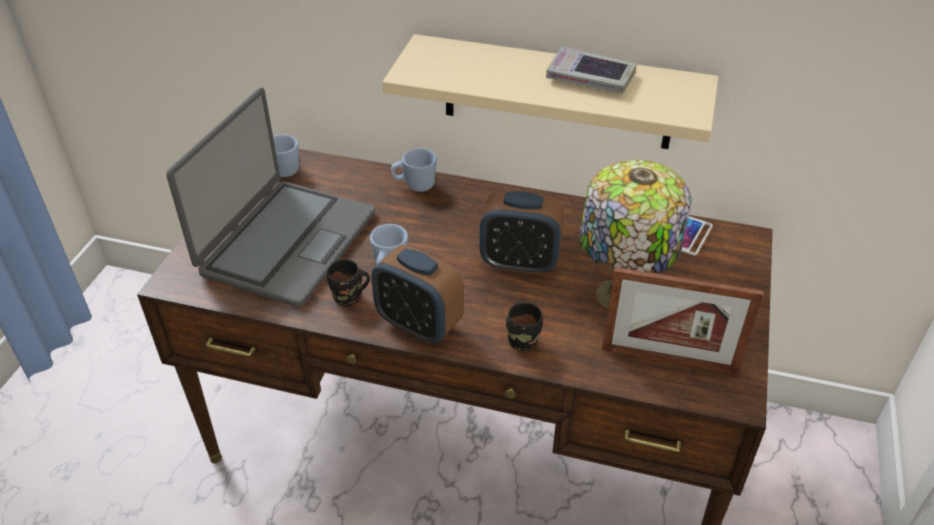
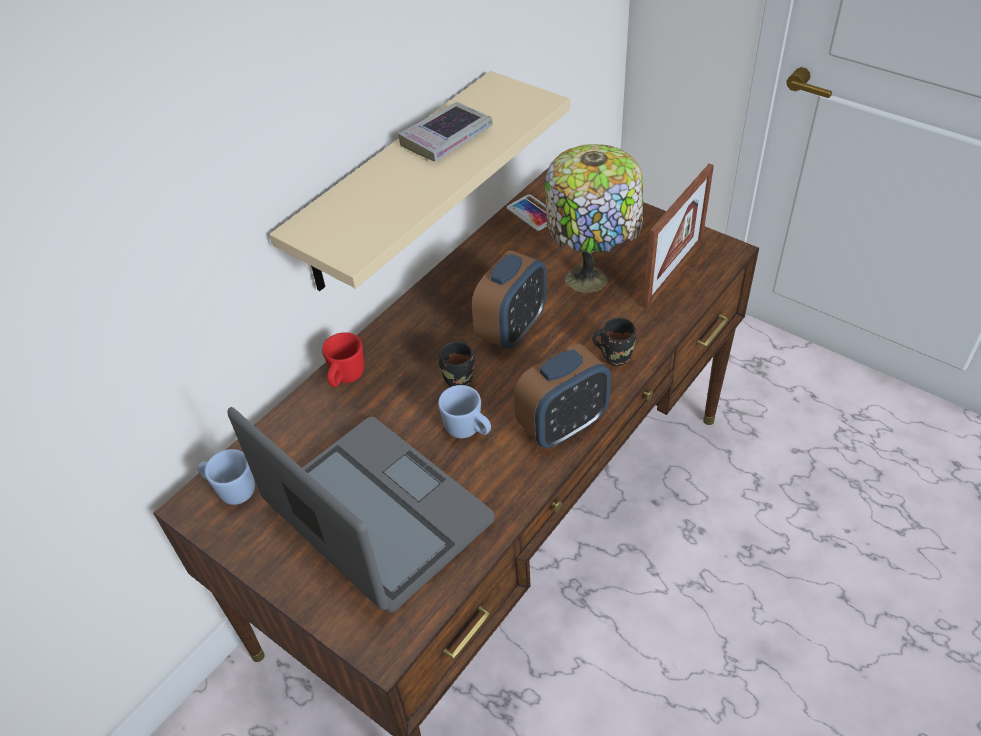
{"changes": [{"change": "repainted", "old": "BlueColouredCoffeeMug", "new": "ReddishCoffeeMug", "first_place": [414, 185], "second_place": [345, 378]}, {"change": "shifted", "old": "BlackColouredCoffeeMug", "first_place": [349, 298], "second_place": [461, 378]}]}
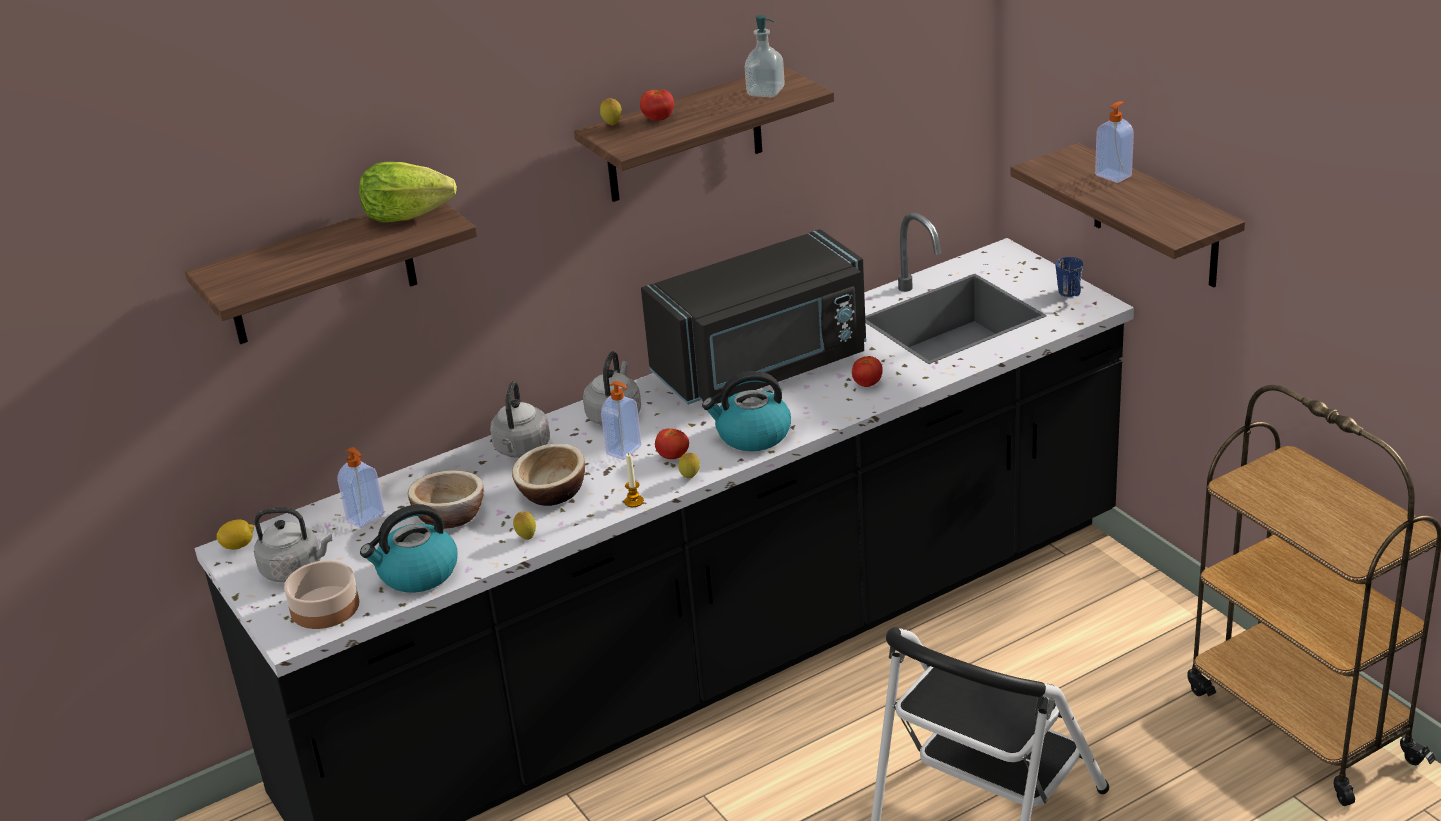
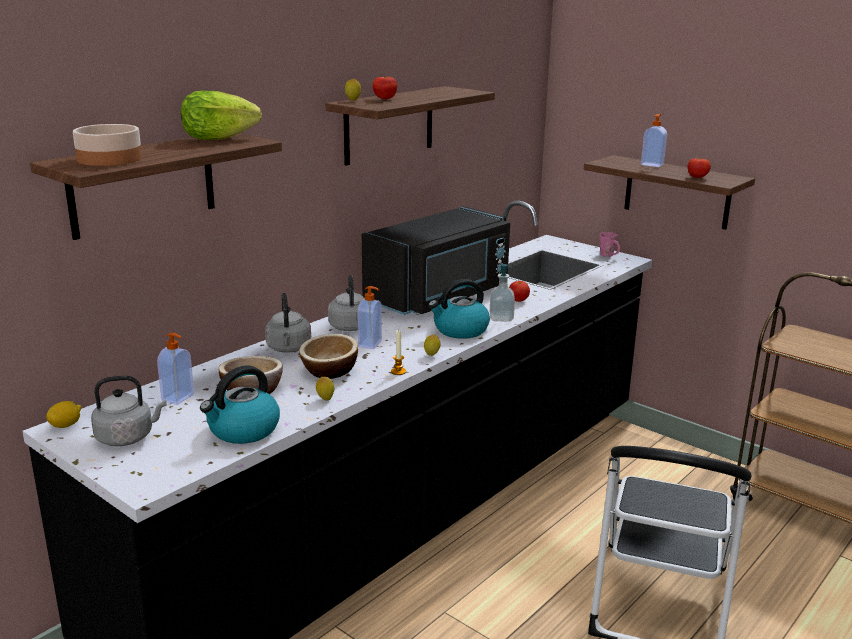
{"changes": [{"change": "shifted", "old": "SoapBottle", "first_place": [765, 92], "second_place": [501, 318]}, {"change": "repainted", "old": "BlueColouredCoffeeMug", "new": "PinkColouredCoffeeMug", "first_place": [1071, 295], "second_place": [609, 256]}, {"change": "shifted", "old": "FreshTomato", "first_place": [673, 457], "second_place": [697, 177]}, {"change": "shifted", "old": "ServingBowl", "first_place": [326, 607], "second_place": [110, 159]}]}
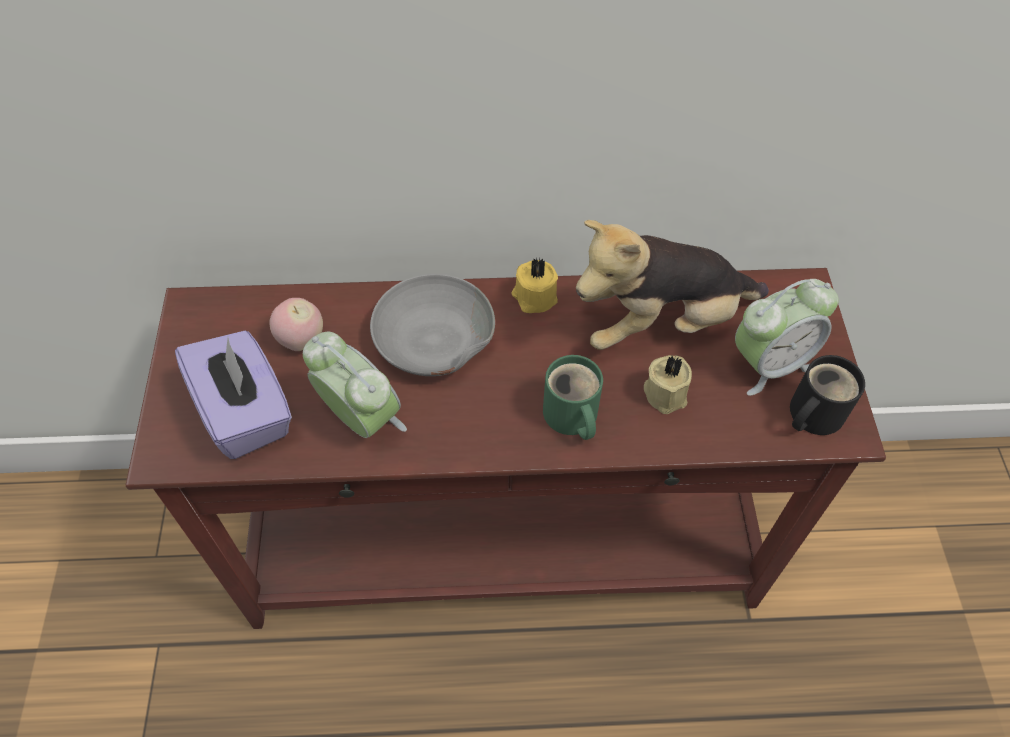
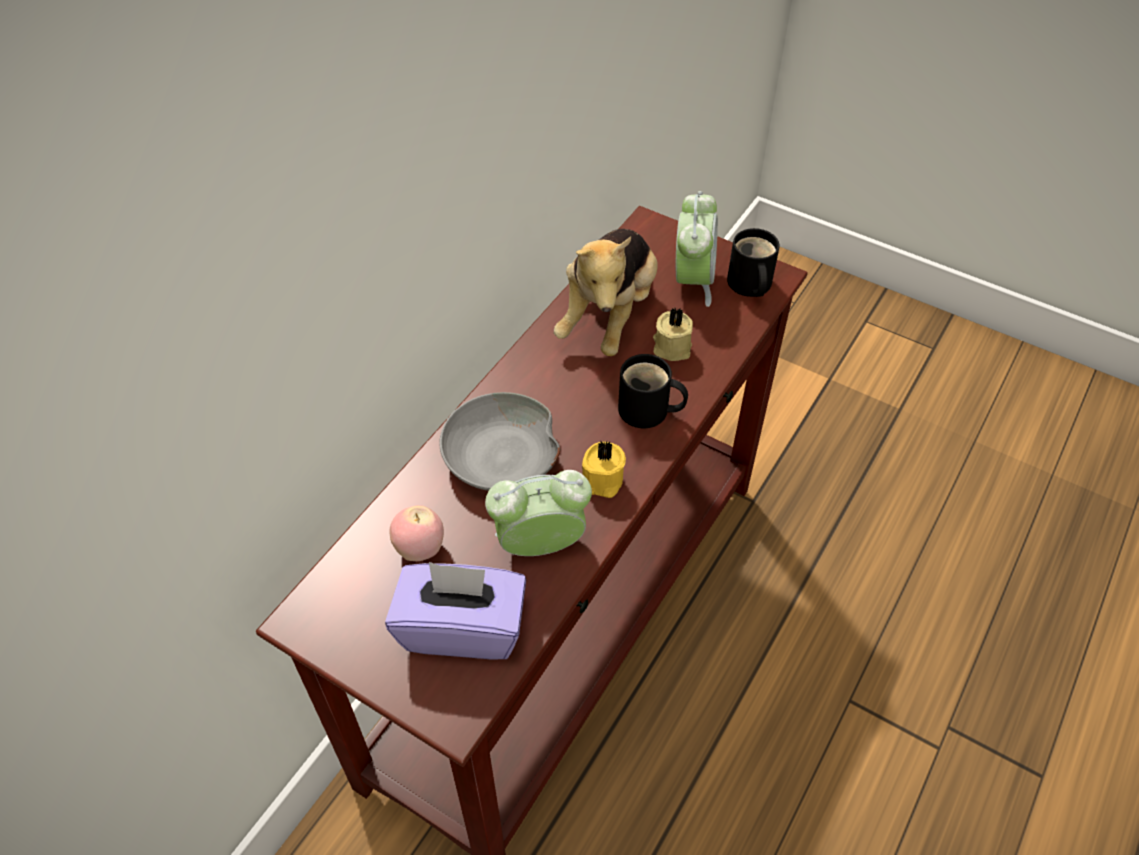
{"changes": [{"change": "shifted", "old": "YellowWaxCandle", "first_place": [534, 297], "second_place": [600, 481]}, {"change": "repainted", "old": "GreenishCoffeeMug", "new": "BlackColouredCoffeeMug", "first_place": [570, 417], "second_place": [647, 412]}]}
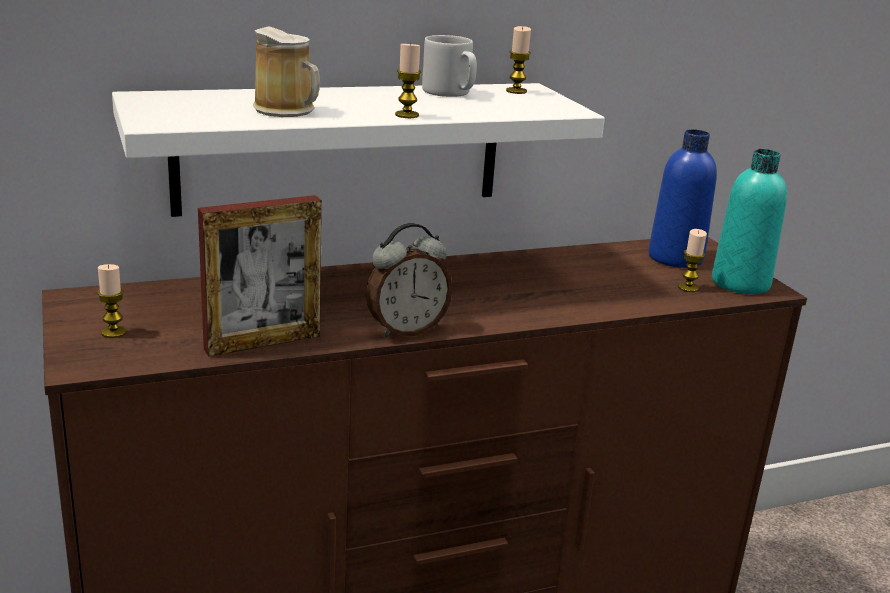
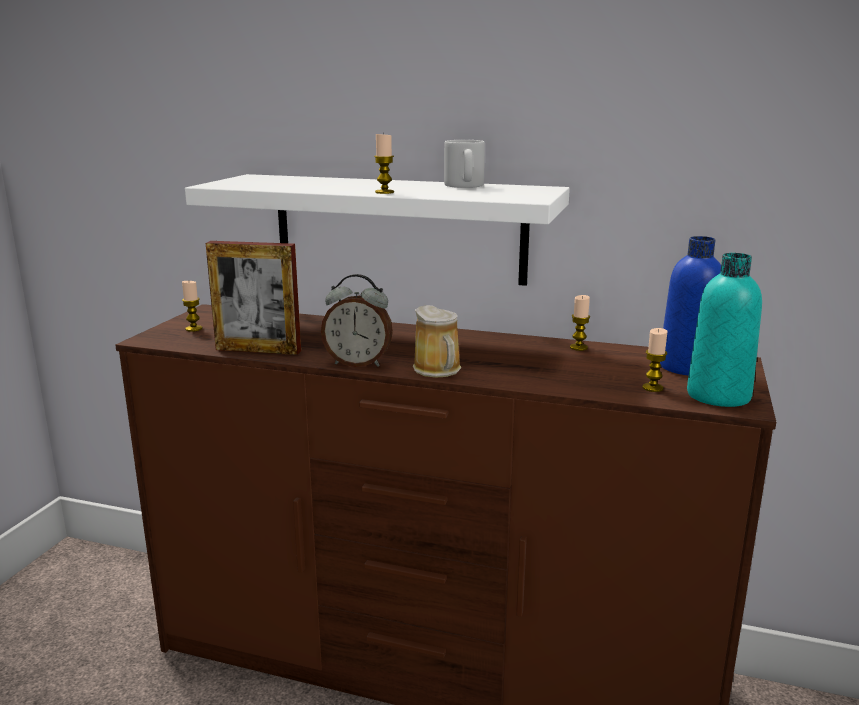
{"changes": [{"change": "shifted", "old": "CoffeeMug", "first_place": [287, 110], "second_place": [438, 370]}, {"change": "shifted", "old": "WaxCandle", "first_place": [516, 91], "second_place": [578, 347]}]}
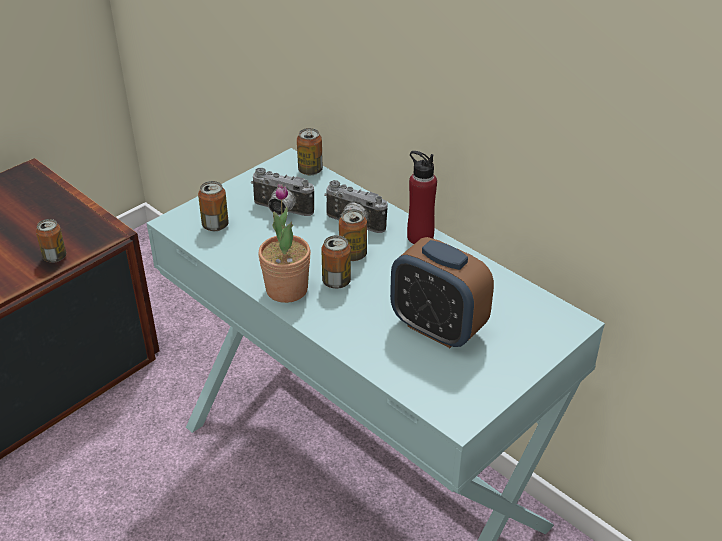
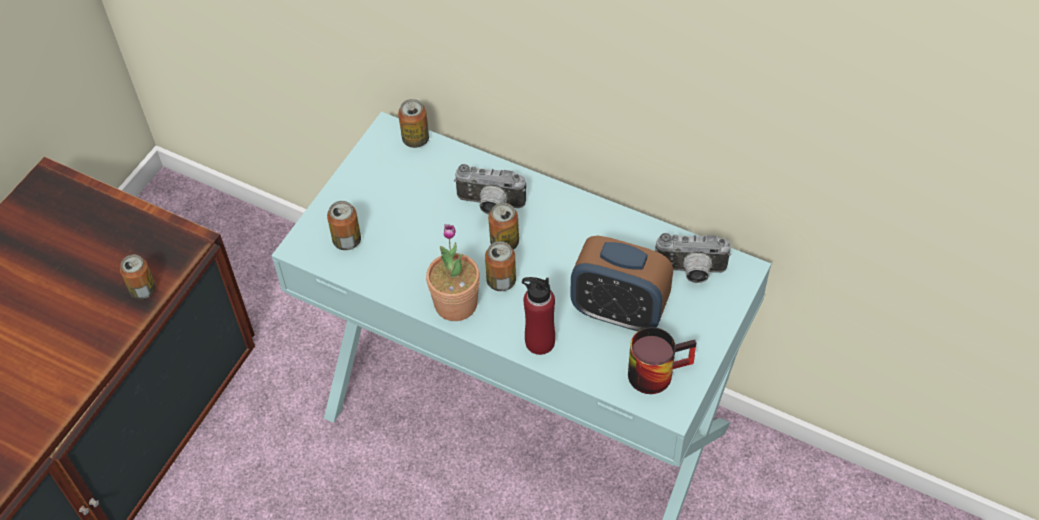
{"changes": [{"change": "shifted", "old": "ReddishBeverageBottle", "first_place": [420, 237], "second_place": [539, 342]}, {"change": "shifted", "old": "PhotoCamera", "first_place": [280, 211], "second_place": [690, 272]}, {"change": "new", "new": "CoffeeMug", "second_place": [656, 369]}]}
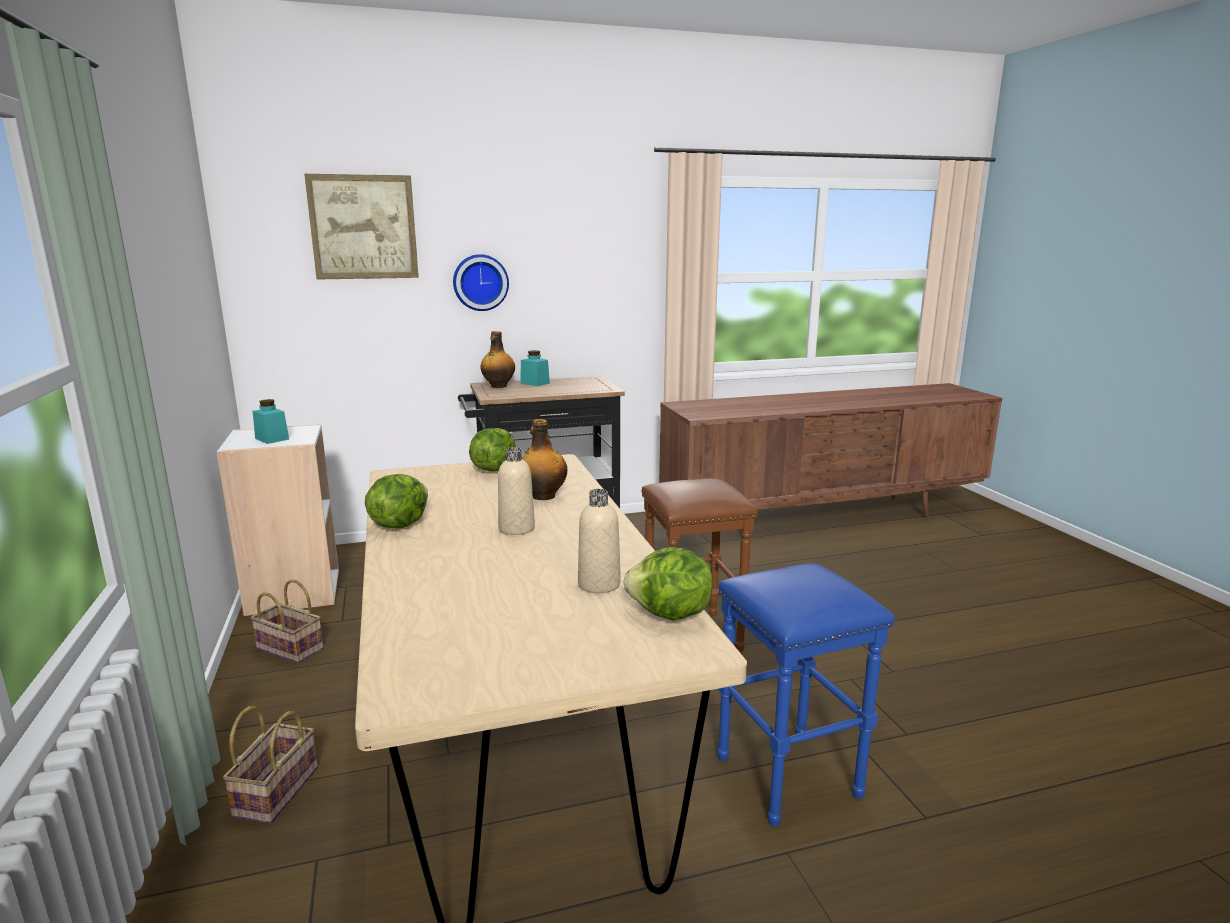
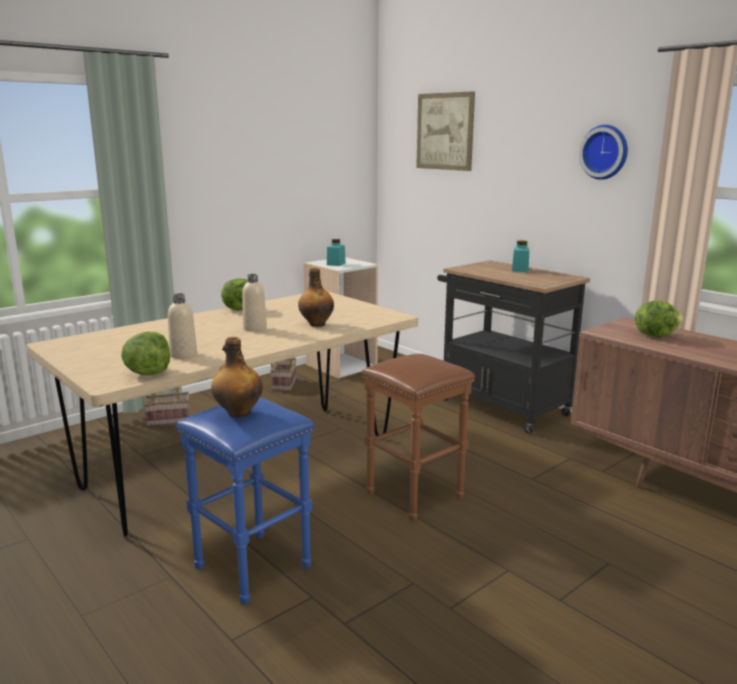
{"changes": [{"change": "shifted", "old": "HangingClock", "first_place": [480, 282], "second_place": [605, 152]}, {"change": "shifted", "old": "BeverageBottle", "first_place": [498, 386], "second_place": [238, 413]}, {"change": "shifted", "old": "LettuceHead", "first_place": [494, 469], "second_place": [655, 335]}]}
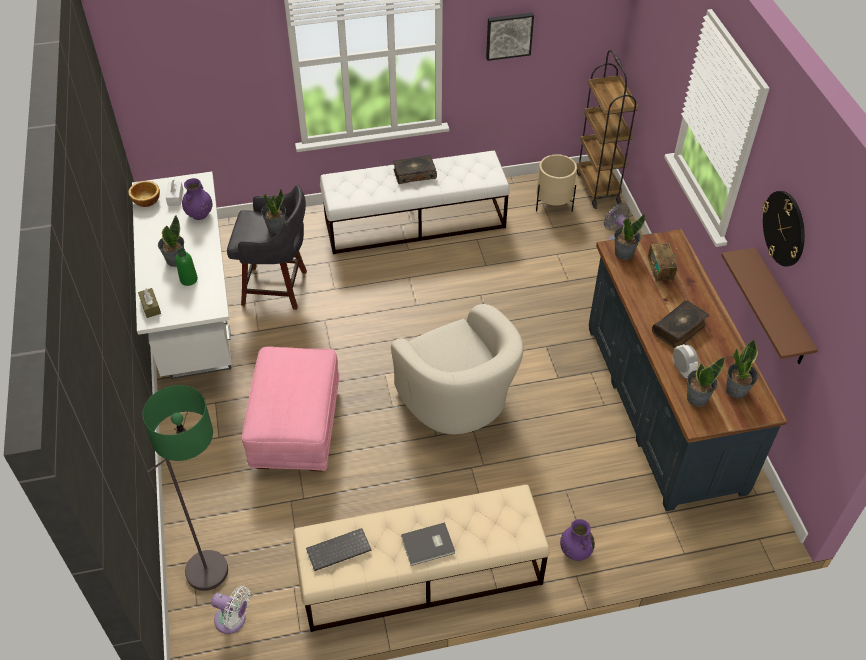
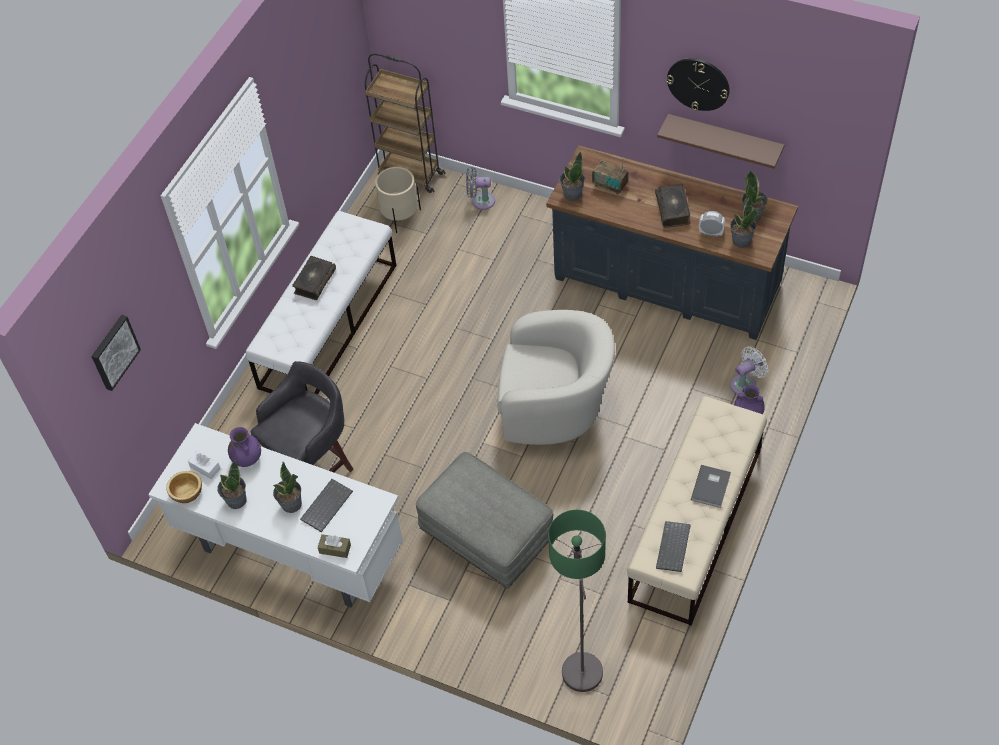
{"changes": [{"change": "shifted", "old": "Picture", "first_place": [509, 35], "second_place": [113, 351]}, {"change": "shifted", "old": "Houseplant", "first_place": [276, 227], "second_place": [236, 500]}, {"change": "swapped", "old": "GreenishBeverageBottle", "new": "PcKeyboard", "first_place": [189, 279], "second_place": [326, 505]}, {"change": "repainted", "old": "PinkColouredOttoman", "new": "GrayOttoman", "first_place": [295, 427], "second_place": [486, 537]}, {"change": "shifted", "old": "WhitishElectricFan", "first_place": [233, 620], "second_place": [745, 384]}]}
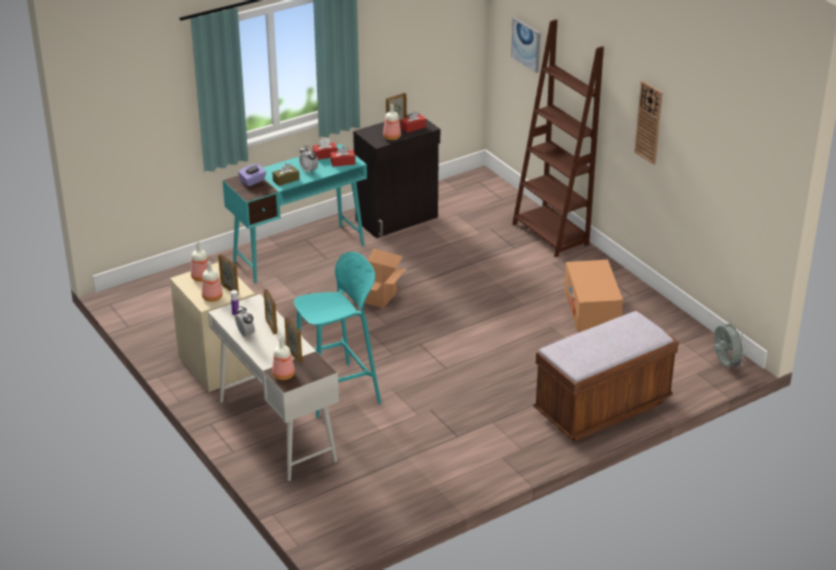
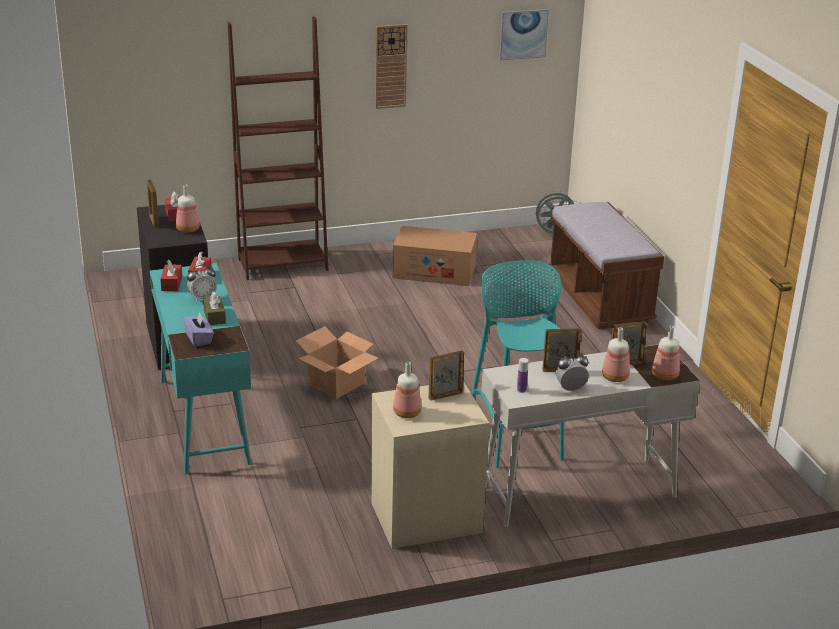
{"changes": [{"change": "shifted", "old": "Picture", "first_place": [526, 44], "second_place": [523, 34]}, {"change": "shifted", "old": "BeverageBottle", "first_place": [213, 298], "second_place": [615, 377]}]}
